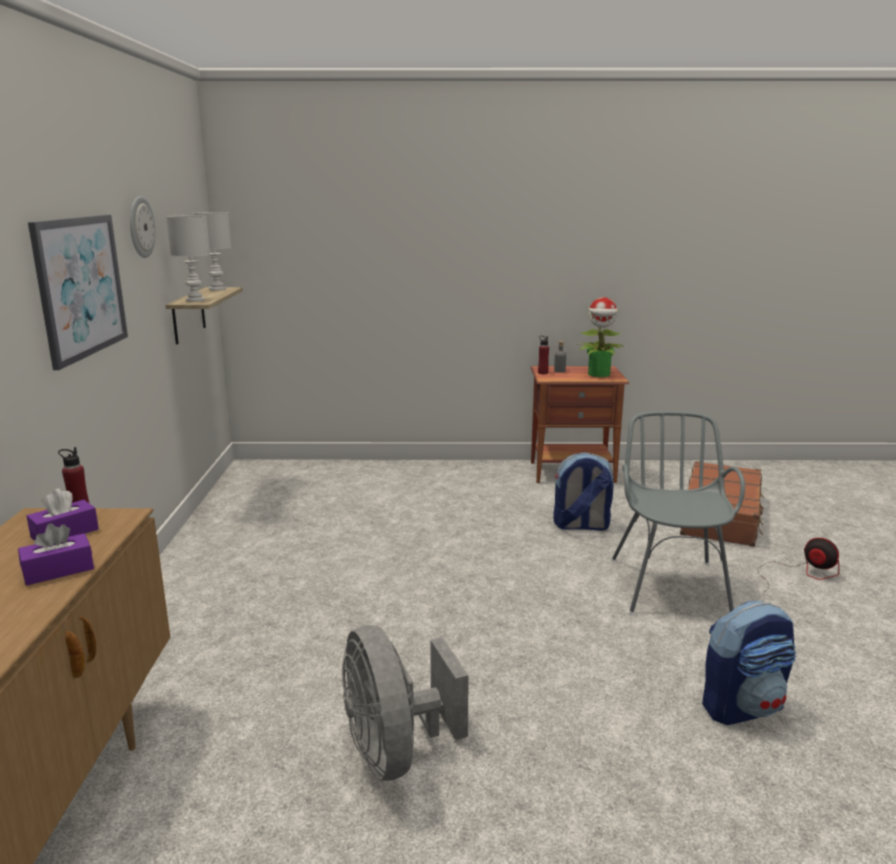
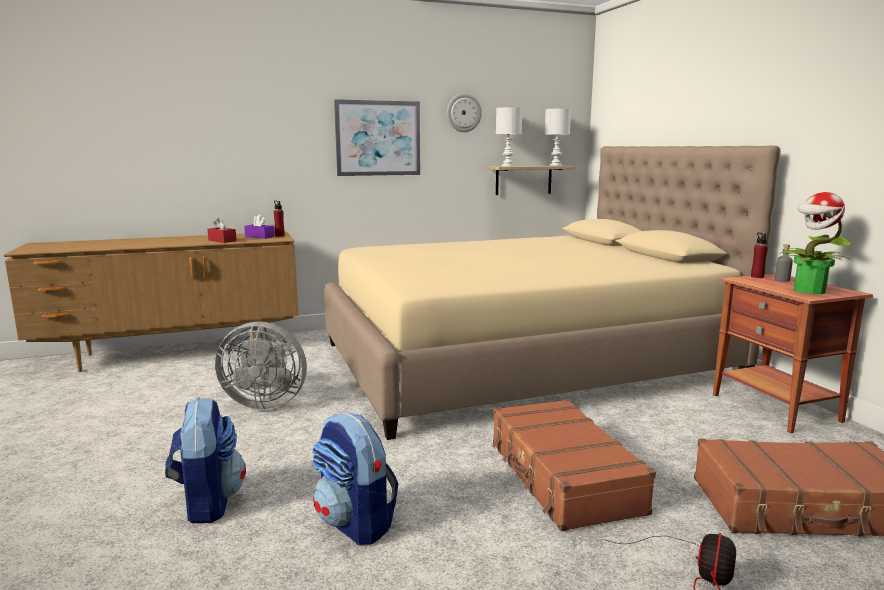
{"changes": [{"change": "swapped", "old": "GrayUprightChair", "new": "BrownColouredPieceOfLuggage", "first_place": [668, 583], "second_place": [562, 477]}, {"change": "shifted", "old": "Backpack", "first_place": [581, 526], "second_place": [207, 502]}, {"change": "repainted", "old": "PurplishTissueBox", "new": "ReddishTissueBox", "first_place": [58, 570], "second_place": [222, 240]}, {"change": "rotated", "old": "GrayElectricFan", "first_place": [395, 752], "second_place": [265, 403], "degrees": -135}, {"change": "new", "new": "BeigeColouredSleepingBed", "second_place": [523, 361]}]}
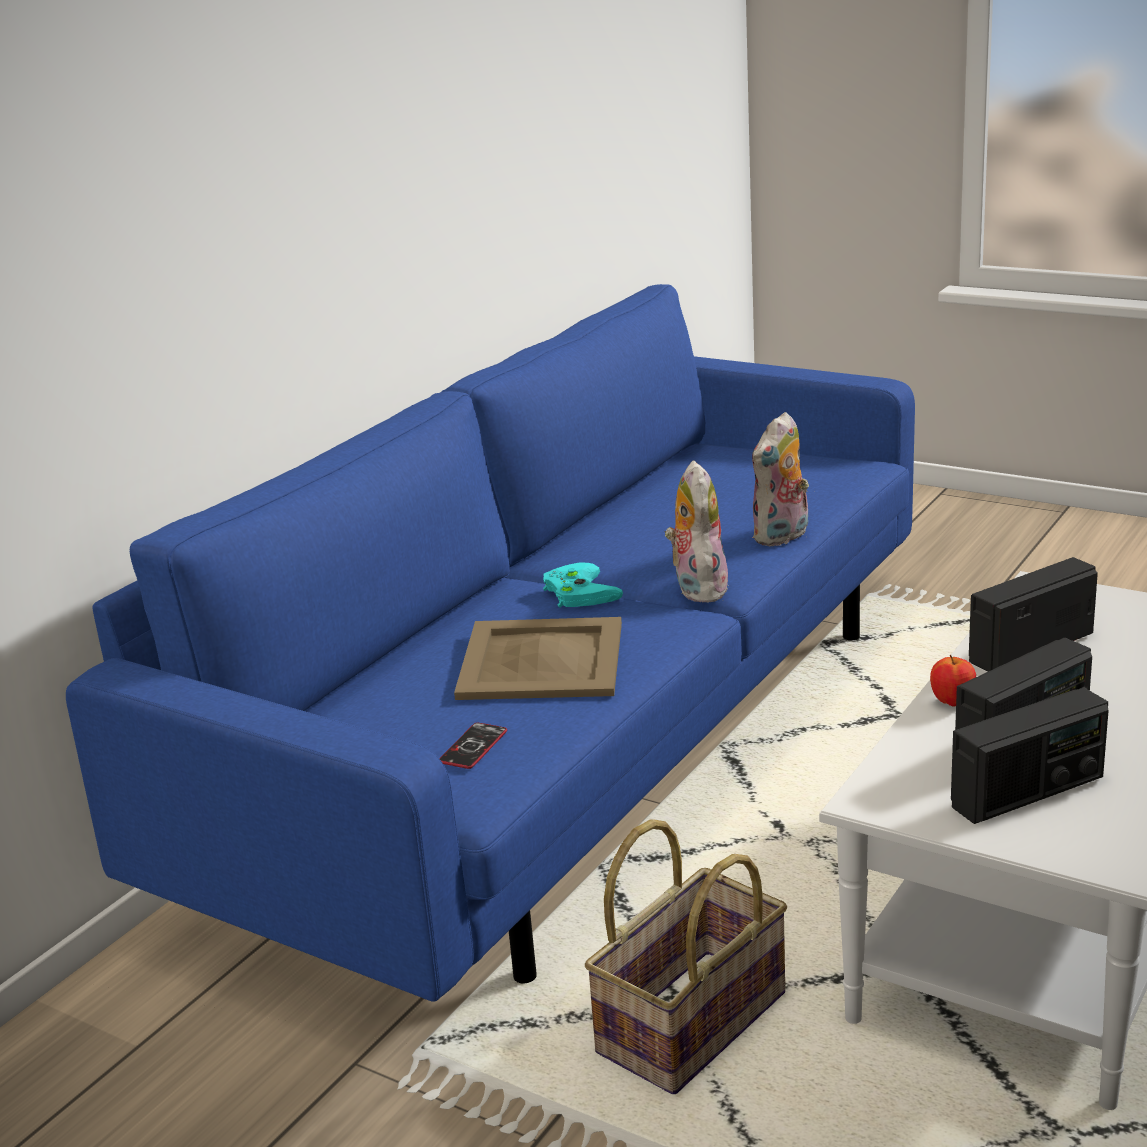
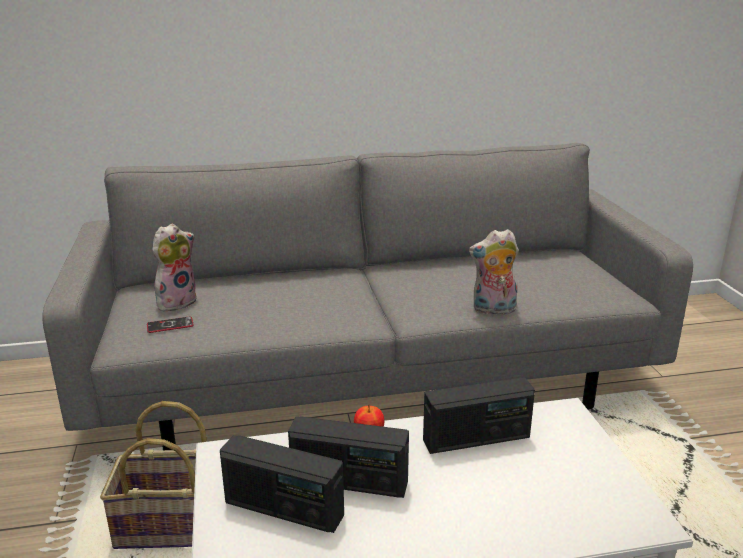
{"changes": [{"change": "repainted", "old": "BlueColouredSofa", "new": "GraySofa", "first_place": [586, 747], "second_place": [371, 381]}, {"change": "shifted", "old": "SoftToy", "first_place": [697, 588], "second_place": [177, 302]}, {"change": "rotated", "old": "Radio", "first_place": [1029, 647], "second_place": [476, 439], "degrees": 150}, {"change": "gone", "old": "TurquoiseColouredGameController", "first_place": [577, 591]}, {"change": "gone", "old": "BeigeColouredCarryingTray", "first_place": [540, 659]}]}
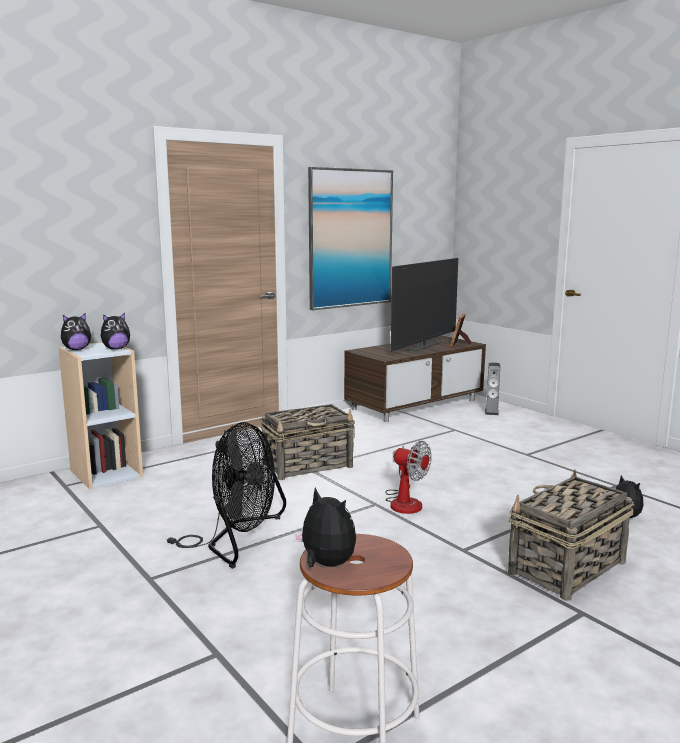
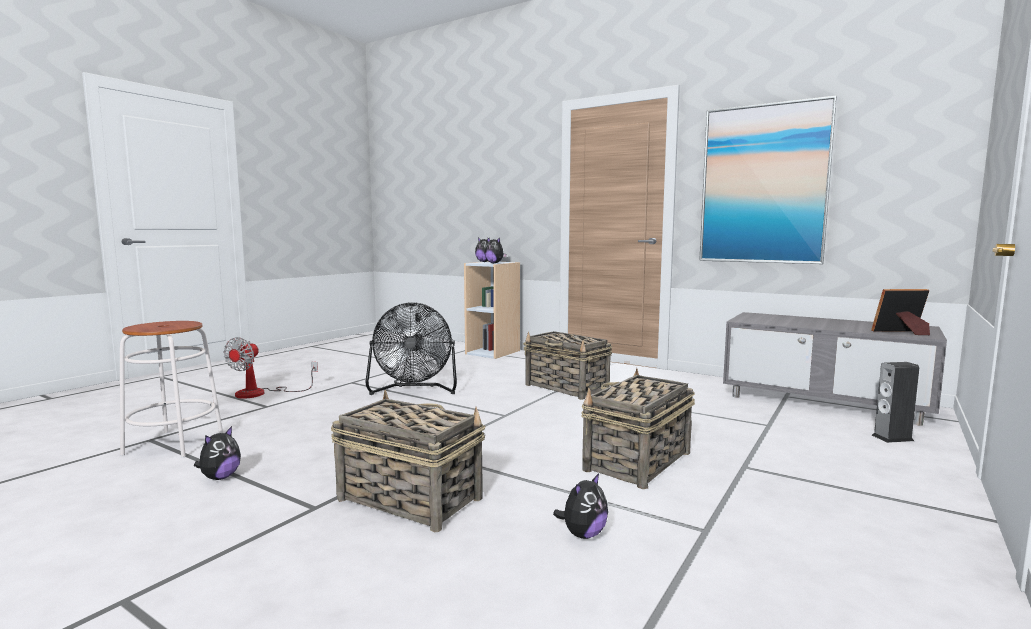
{"changes": [{"change": "gone", "old": "Television", "first_place": [424, 346]}, {"change": "repainted", "old": "BrownColouredTvStand", "new": "GrayTvStand", "first_place": [415, 405], "second_place": [824, 401]}, {"change": "shifted", "old": "ElectricFan", "first_place": [404, 501], "second_place": [261, 393]}, {"change": "shifted", "old": "SoftToy", "first_place": [326, 564], "second_place": [220, 477]}, {"change": "new", "new": "HouseholdBasket", "second_place": [637, 462]}]}
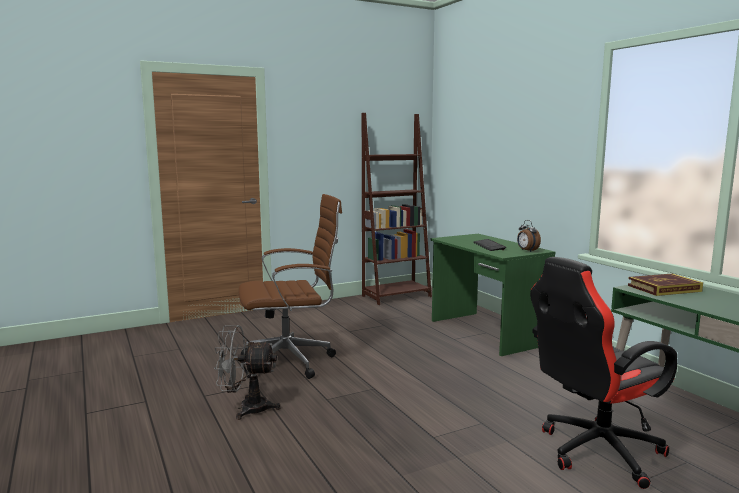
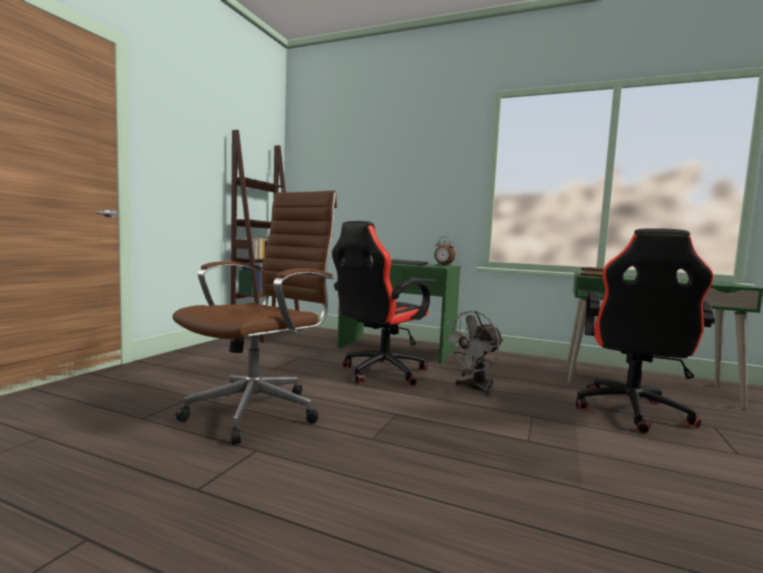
{"changes": [{"change": "shifted", "old": "GrayElectricFan", "first_place": [246, 408], "second_place": [473, 389]}, {"change": "new", "new": "BlackColouredComputerChair", "second_place": [378, 374]}]}
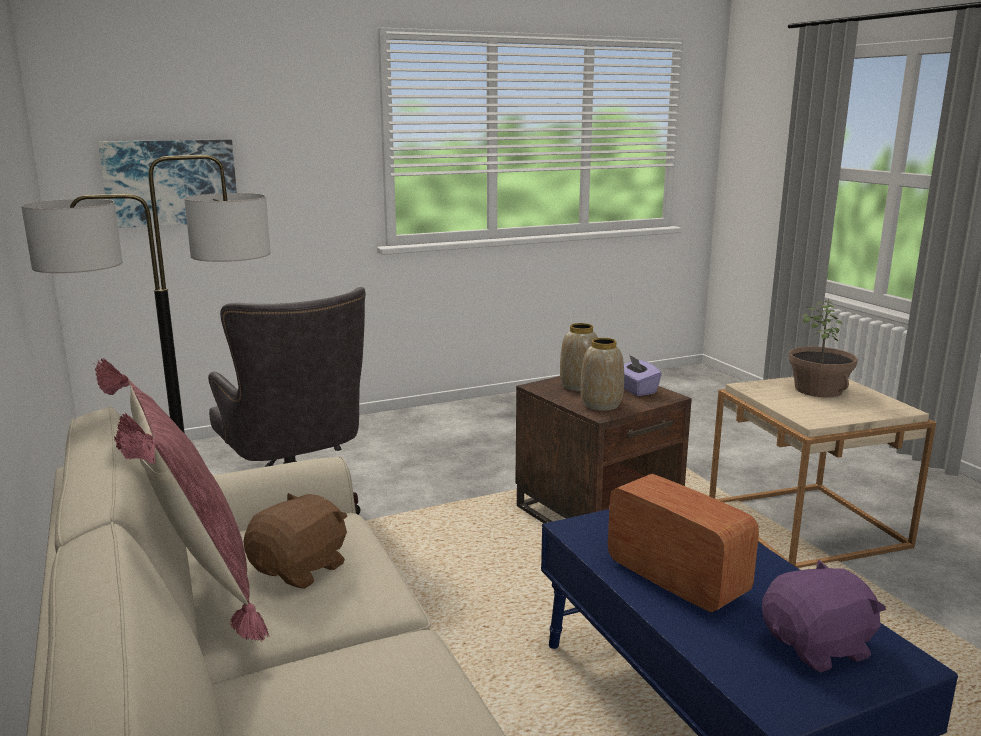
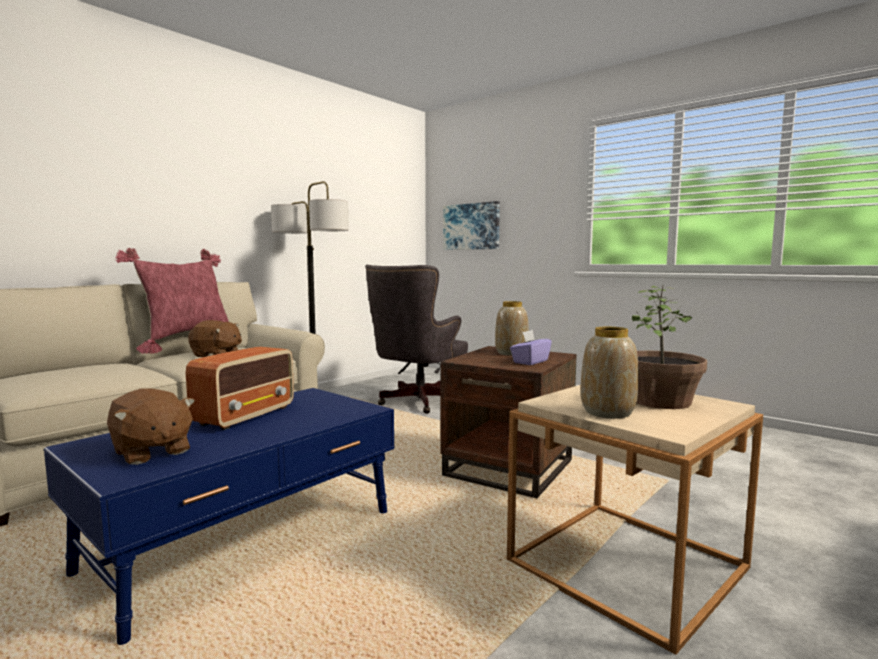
{"changes": [{"change": "shifted", "old": "Vase", "first_place": [601, 405], "second_place": [608, 412]}, {"change": "repainted", "old": "PurplishSoftToy", "new": "BrownColouredSoftToy", "first_place": [818, 647], "second_place": [151, 452]}]}
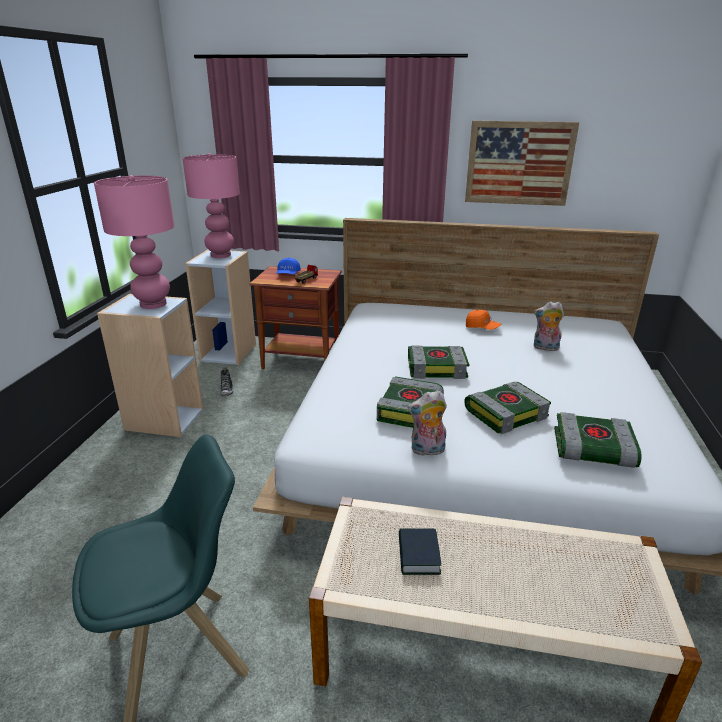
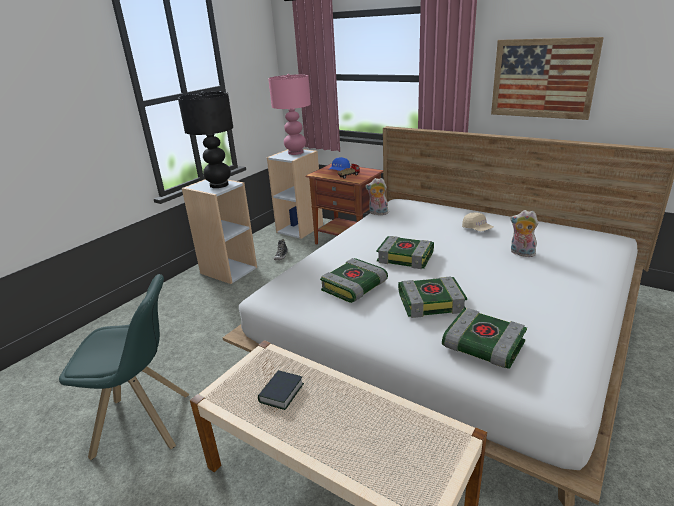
{"changes": [{"change": "repainted", "old": "PinkColouredTabletopLamp", "new": "BlackColouredTabletopLamp", "first_place": [154, 304], "second_place": [219, 185]}, {"change": "repainted", "old": "OrangePeakedCap", "new": "BeigeColouredPeakedCap", "first_place": [482, 328], "second_place": [477, 229]}, {"change": "shifted", "old": "SoftToy", "first_place": [427, 451], "second_place": [377, 213]}]}
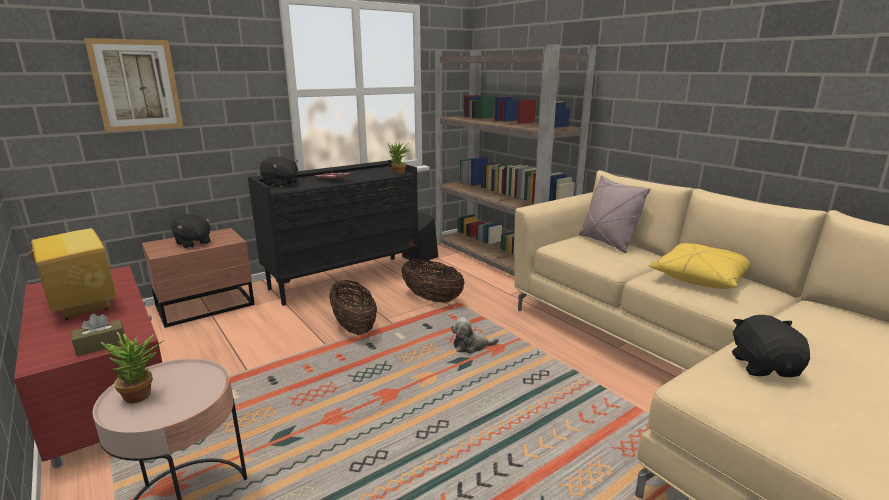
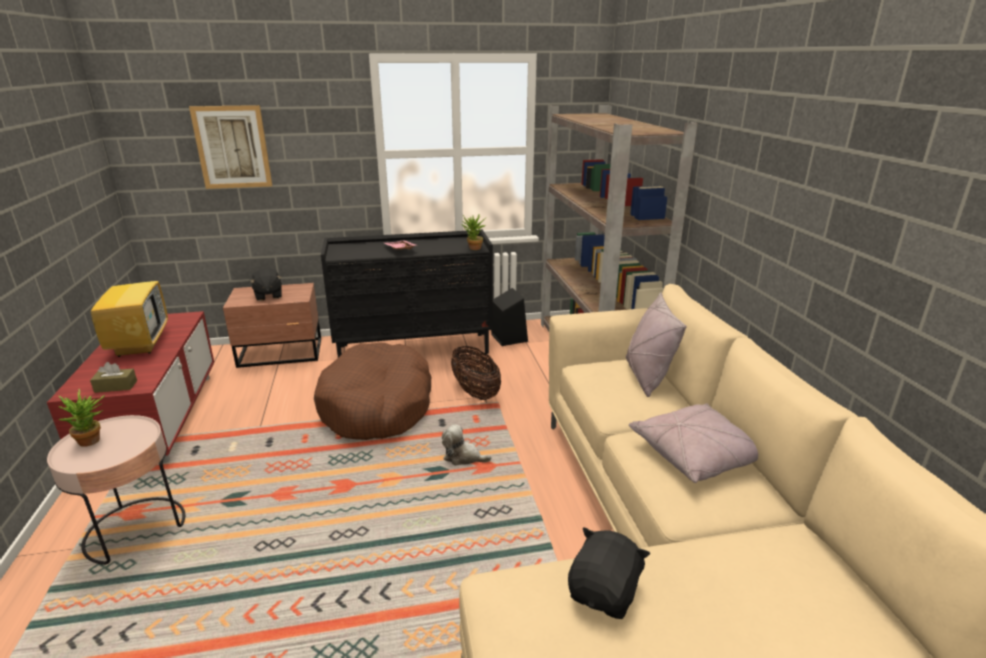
{"changes": [{"change": "gone", "old": "BlackColouredSoftToy", "first_place": [280, 184]}, {"change": "repainted", "old": "YellowThrowPillow", "new": "PurplishThrowPillow", "first_place": [700, 278], "second_place": [697, 455]}, {"change": "swapped", "old": "HouseholdBasket", "new": "BrownColouredDogBed", "first_place": [354, 327], "second_place": [377, 406]}]}
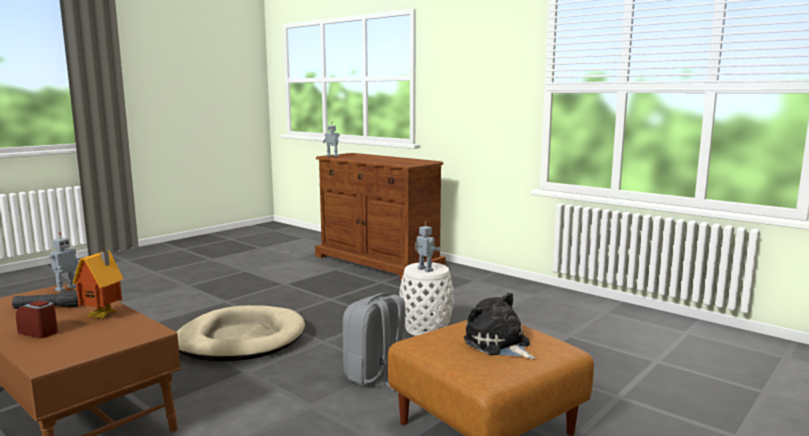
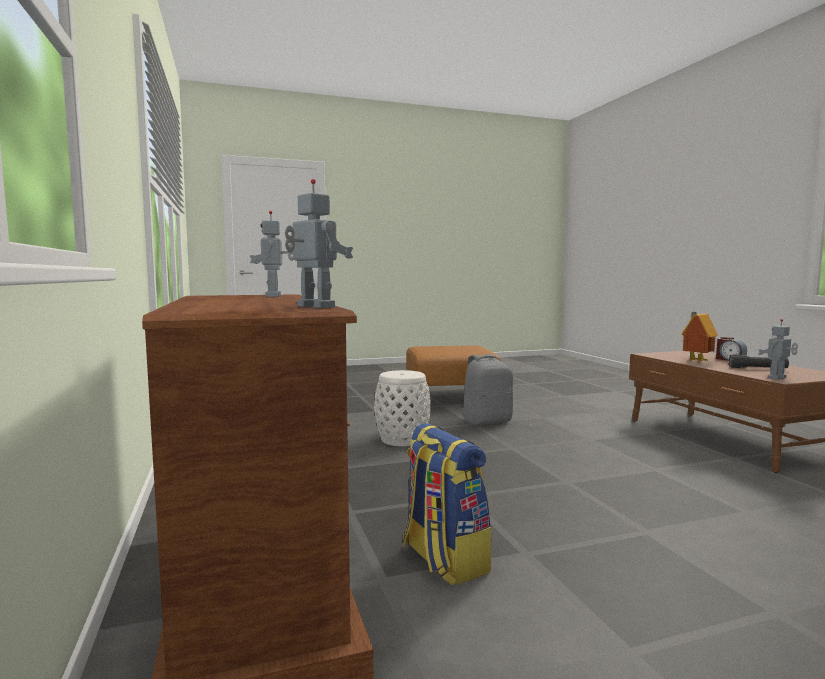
{"changes": [{"change": "shifted", "old": "RobotFigure", "first_place": [424, 270], "second_place": [275, 296]}, {"change": "gone", "old": "SoftToy", "first_place": [499, 344]}, {"change": "gone", "old": "BeigeColouredDogBed", "first_place": [240, 339]}, {"change": "new", "new": "Backpack", "second_place": [443, 559]}]}
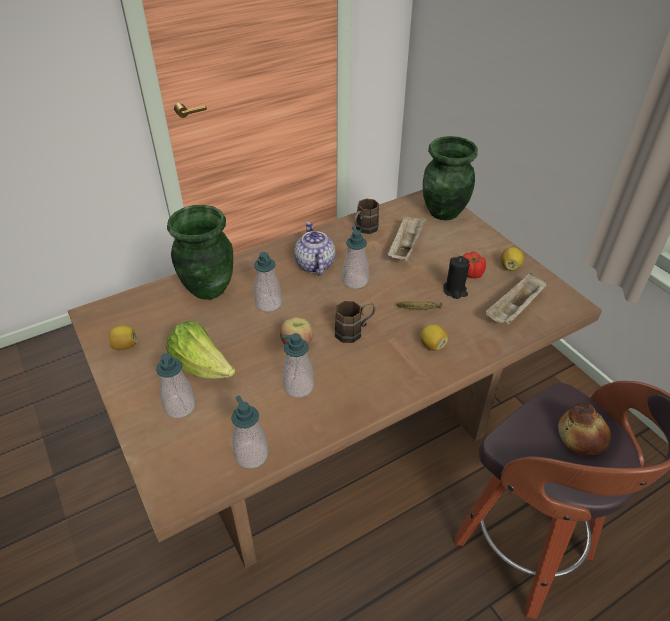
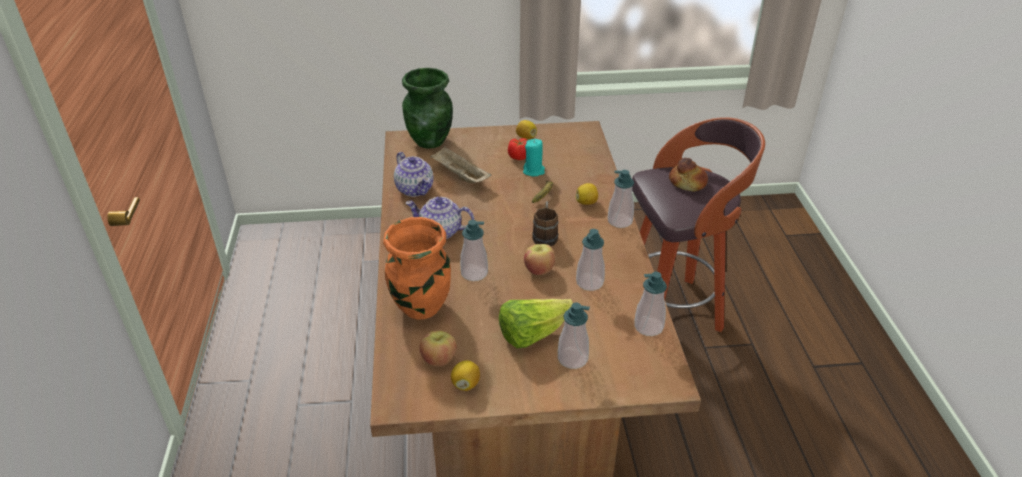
{"changes": [{"change": "swapped", "old": "BrownColouredCoffeeMug", "new": "Teapot", "first_place": [364, 230], "second_place": [415, 189]}, {"change": "repainted", "old": "GreenishVase", "new": "OrangeVase", "first_place": [208, 288], "second_place": [420, 307]}, {"change": "shifted", "old": "SoapBottle", "first_place": [355, 281], "second_place": [620, 221]}, {"change": "repainted", "old": "BlackColouredWaxCandle", "new": "TurquoiseColouredWaxCandle", "first_place": [455, 290], "second_place": [534, 171]}, {"change": "gone", "old": "BeigeColouredCarryingTray", "first_place": [514, 310]}, {"change": "new", "new": "Apple", "second_place": [439, 359]}]}
